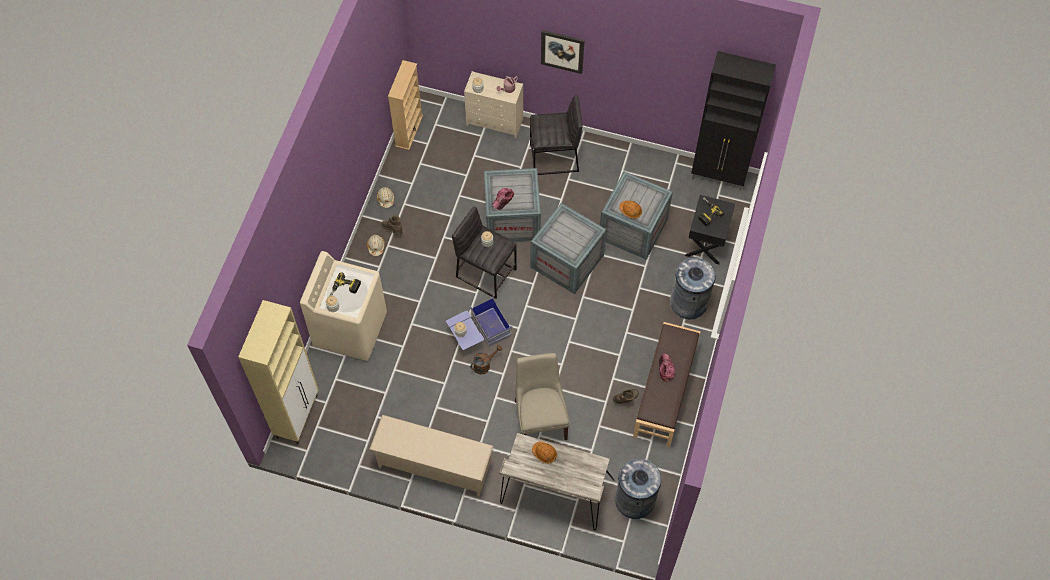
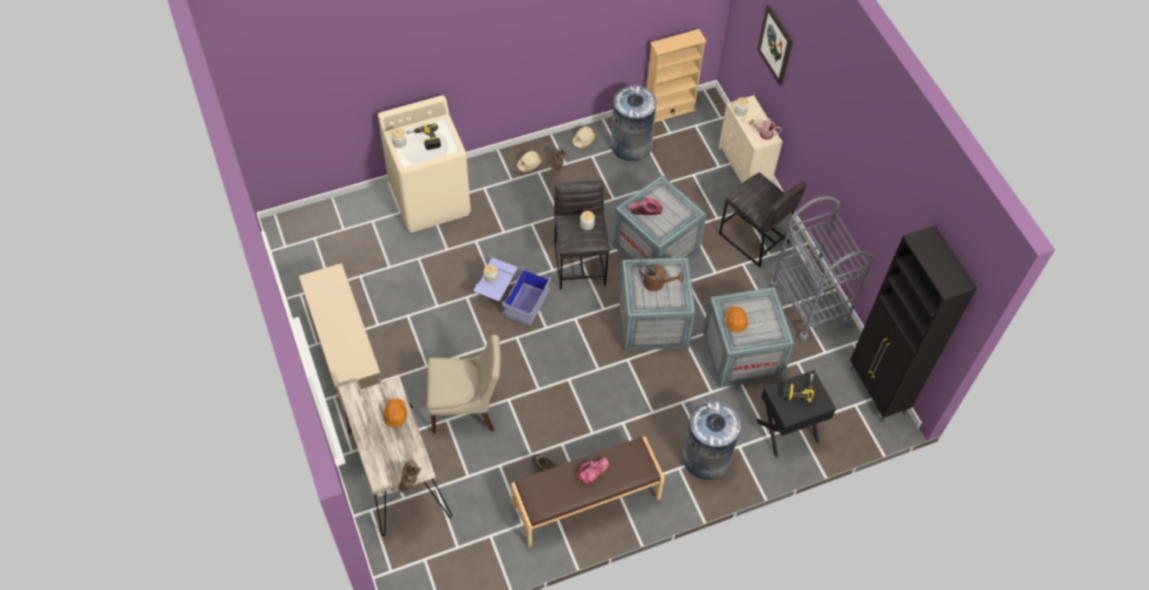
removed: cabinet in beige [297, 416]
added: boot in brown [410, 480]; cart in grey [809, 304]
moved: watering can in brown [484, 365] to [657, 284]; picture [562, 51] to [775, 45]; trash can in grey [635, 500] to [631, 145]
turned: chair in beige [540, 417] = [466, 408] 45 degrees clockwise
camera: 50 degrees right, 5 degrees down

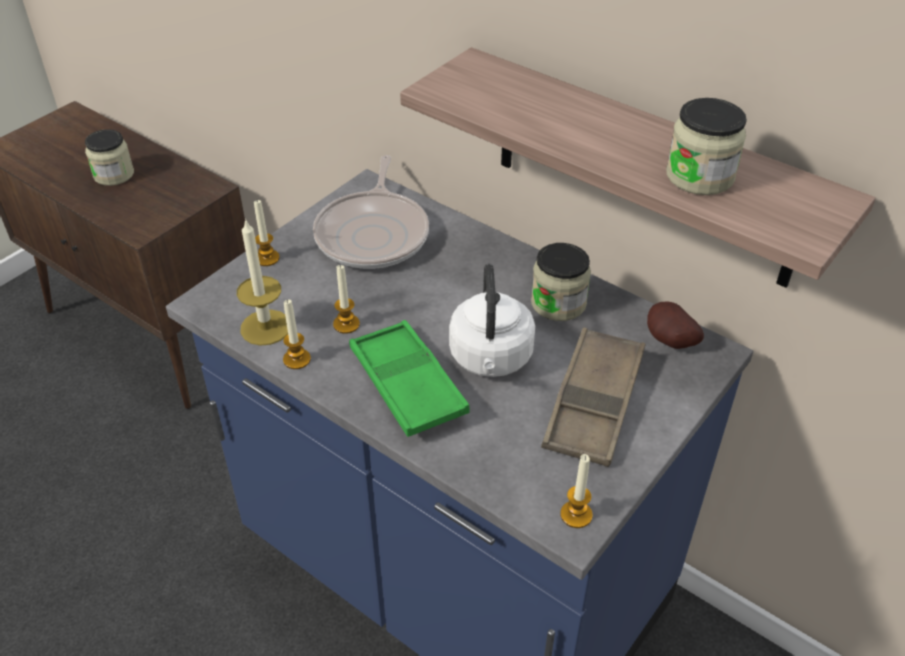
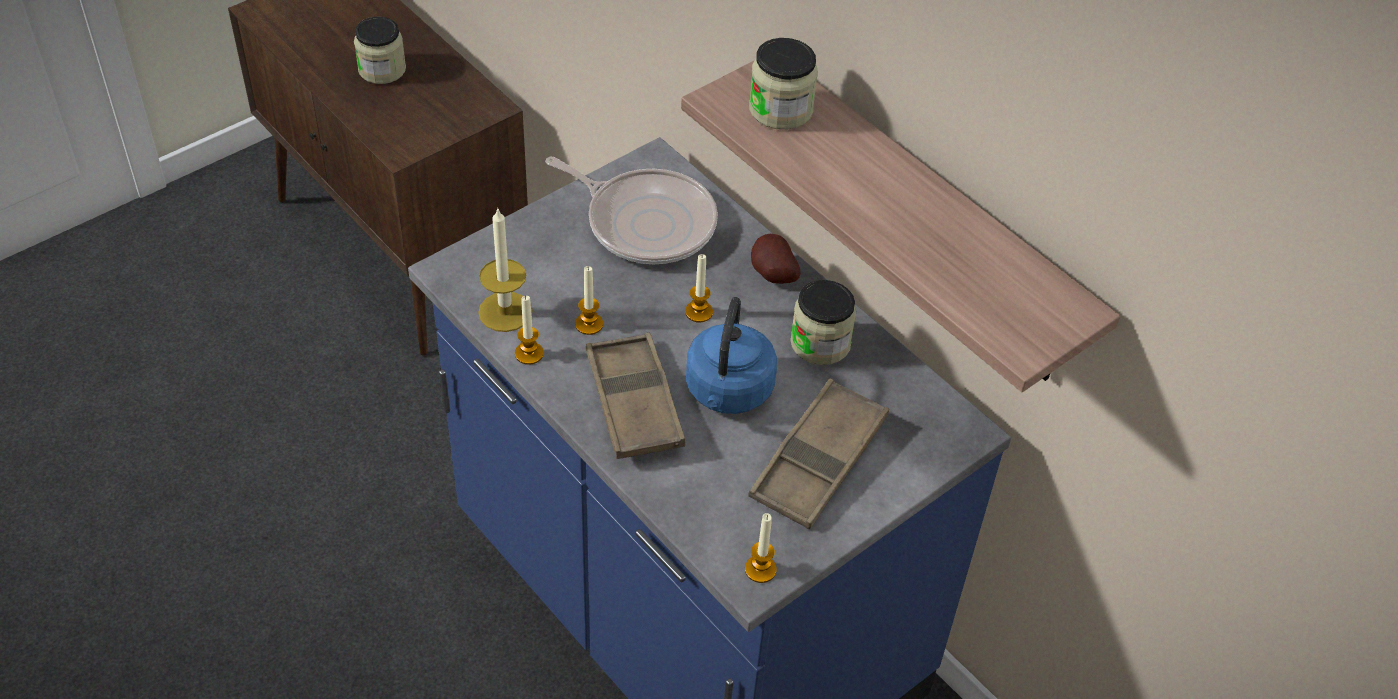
moved: candle [267, 258] to [699, 312]; potato [668, 341] to [771, 275]; jar [699, 176] to [780, 109]
recoloured: tray in green [407, 384] to tray in brown [633, 403]; kettle in white [491, 359] to kettle in blue [728, 392]
turned: frying pan [374, 234] = [646, 222] 75 degrees counterclockwise
camera: 10 degrees right, 5 degrees up

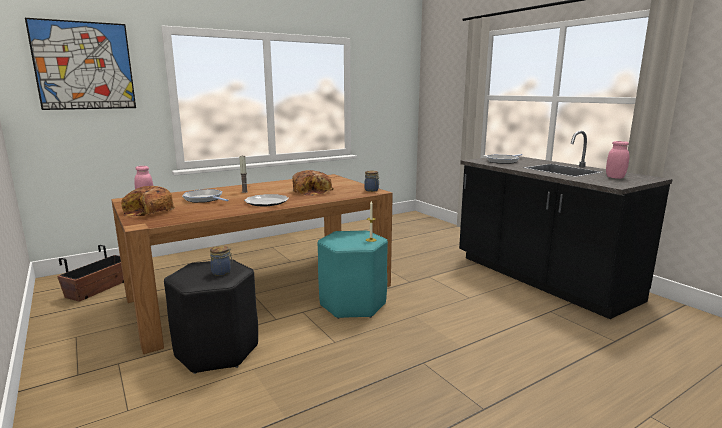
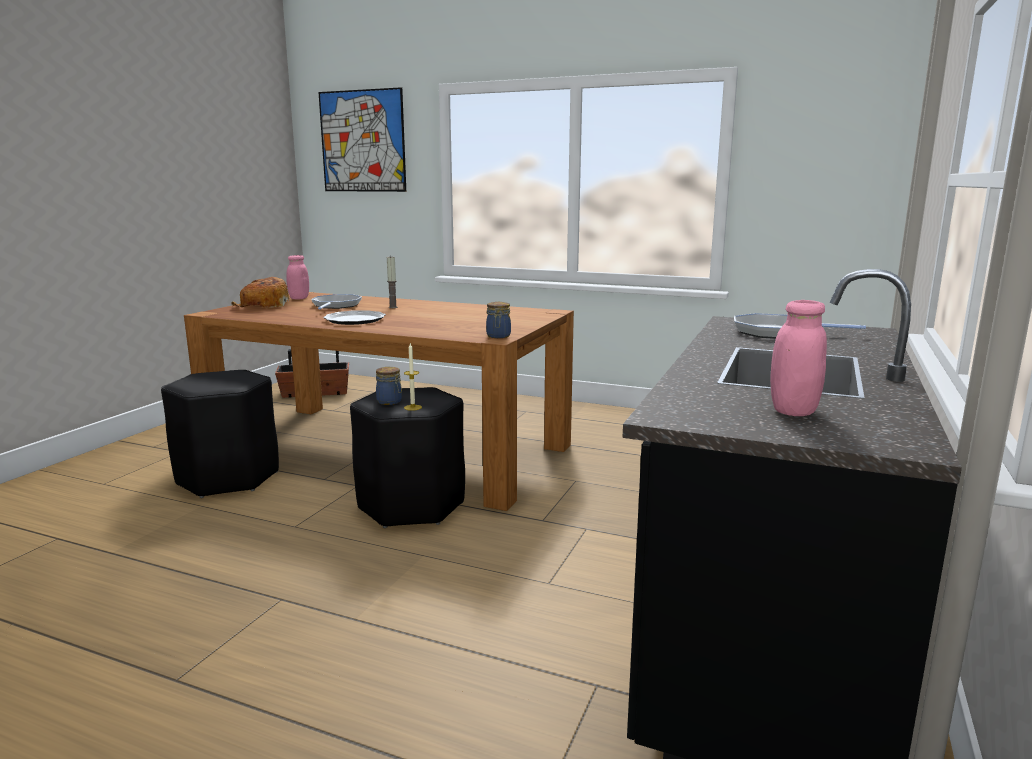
removed: bread [313, 191]
moved: jar [222, 272] to [390, 402]
recoloured: stool in turquoise [352, 304] to stool in black [411, 505]
camera: 55 degrees right, 0 degrees up

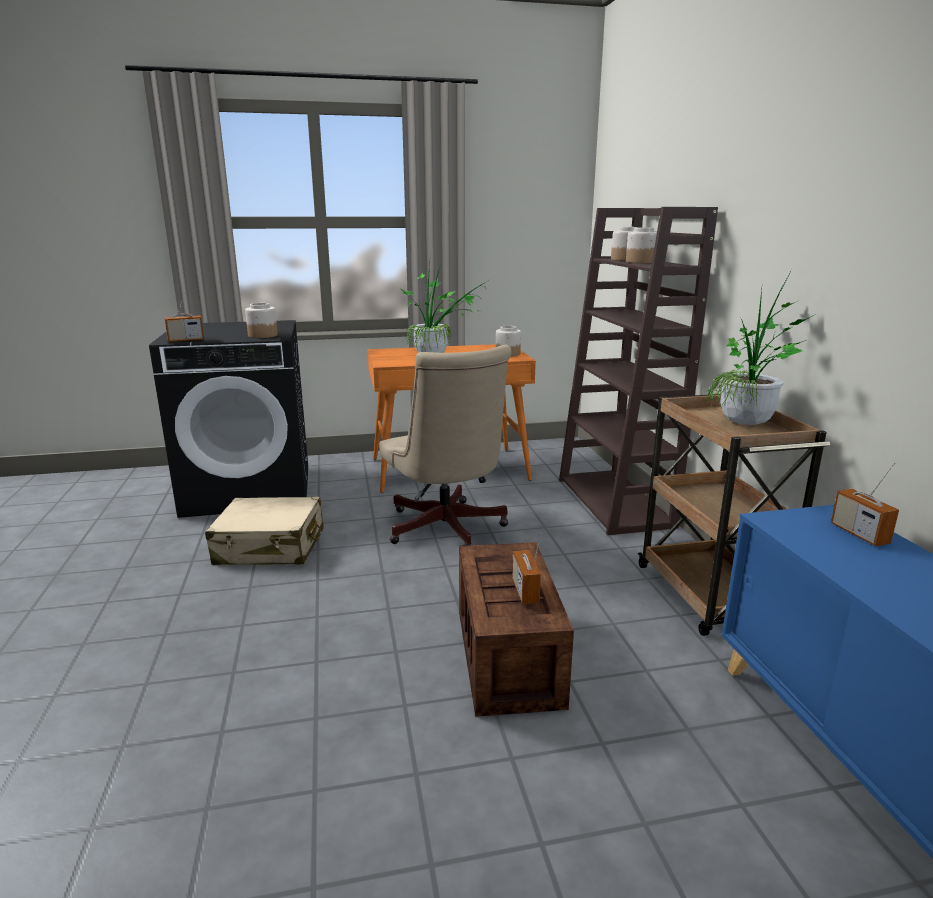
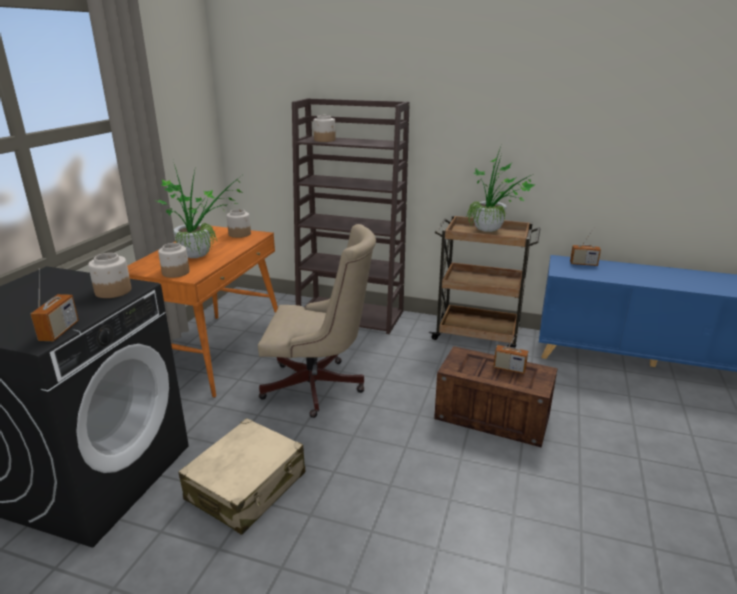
moved: jar [640, 262] to [175, 273]
camera: 60 degrees left, 5 degrees up

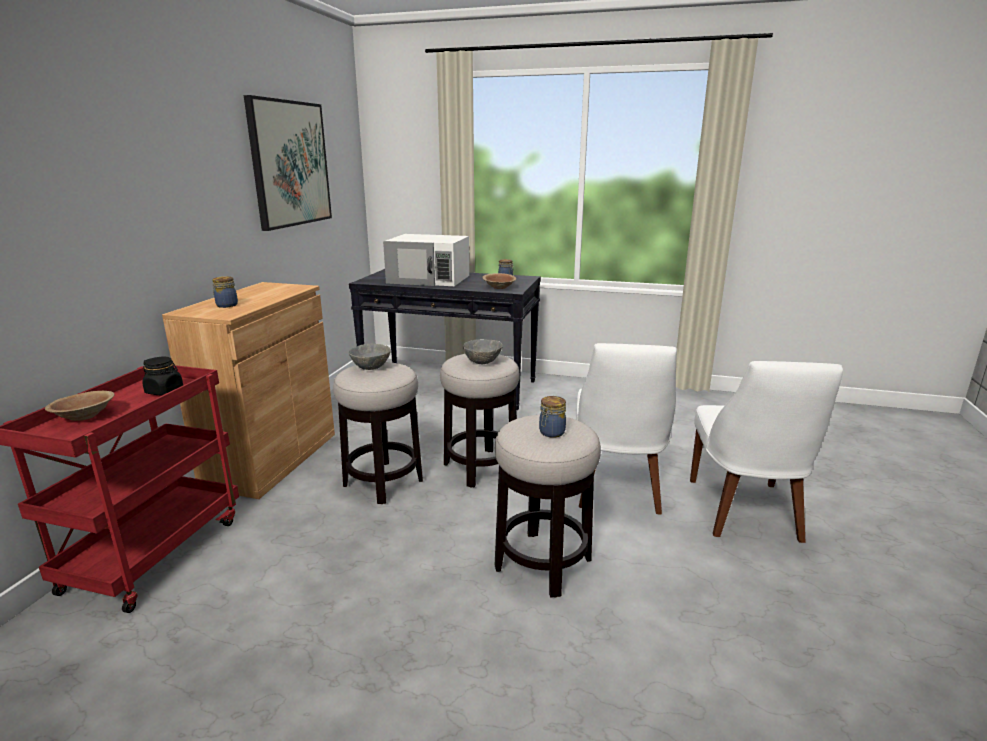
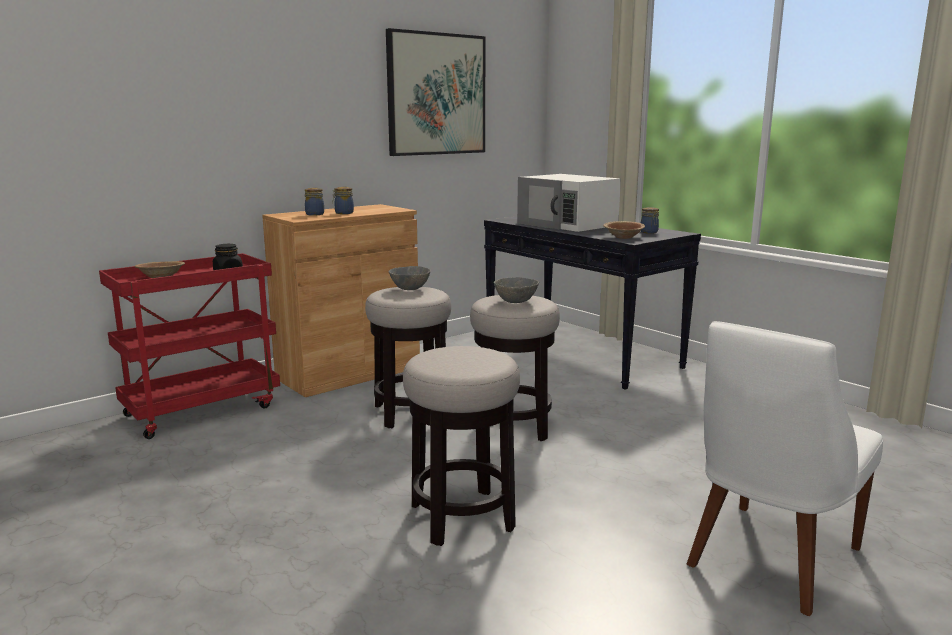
removed: chair in white [617, 488]
moved: jar [551, 433] to [343, 213]
camera: 35 degrees right, 5 degrees down

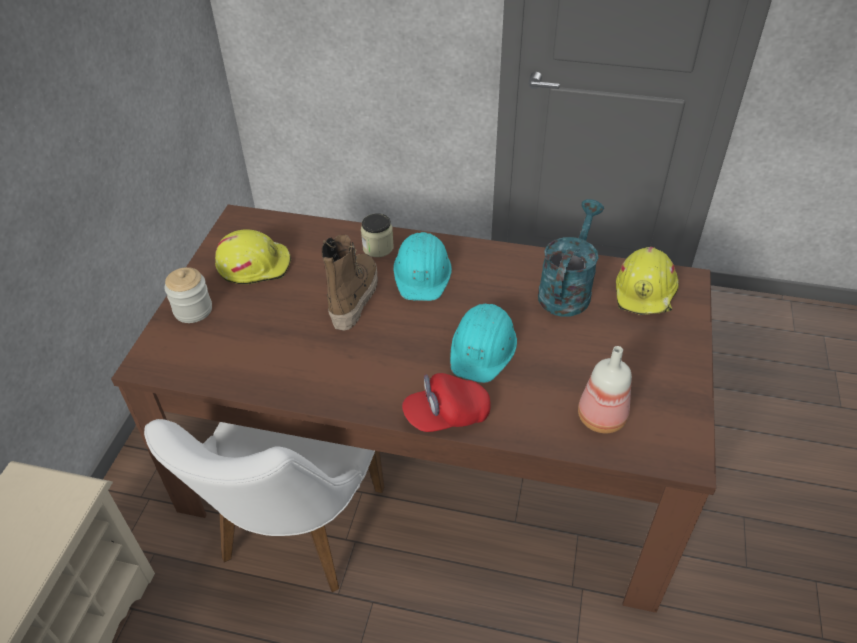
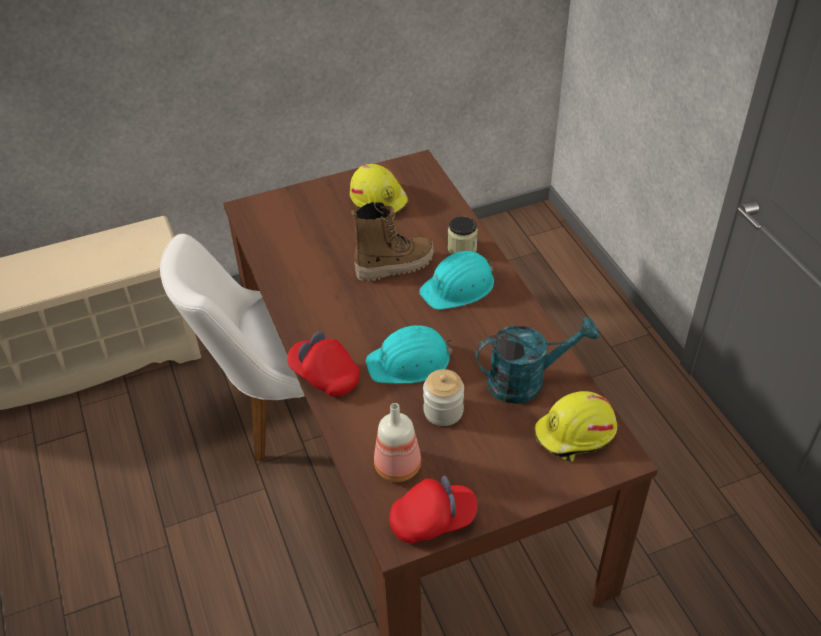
added: cap in red [433, 520]
moved: jar [193, 310] to [443, 411]
camera: 55 degrees right, 0 degrees up

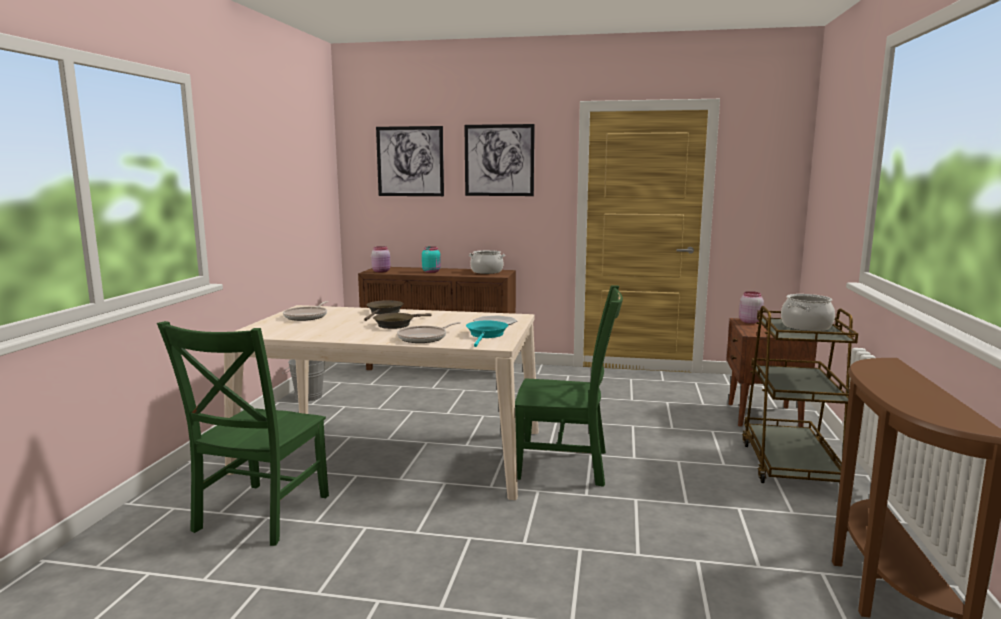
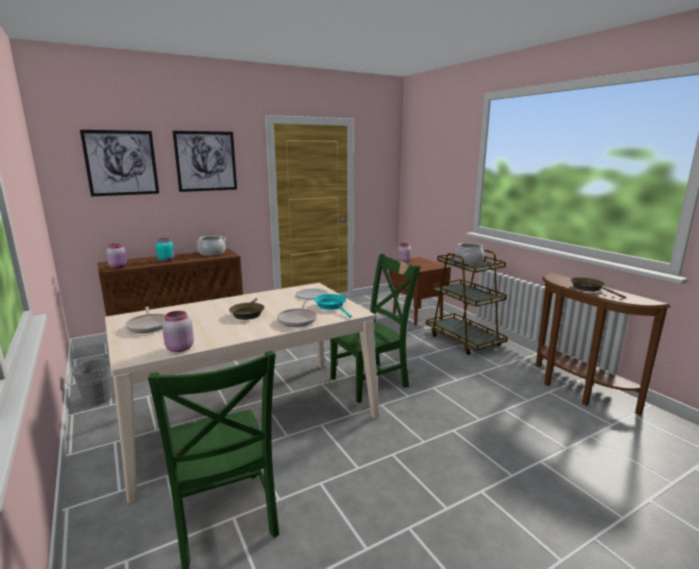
added: jar in pink [179, 348]
moved: frying pan in brown [384, 312] to [589, 289]
camera: 40 degrees left, 5 degrees up

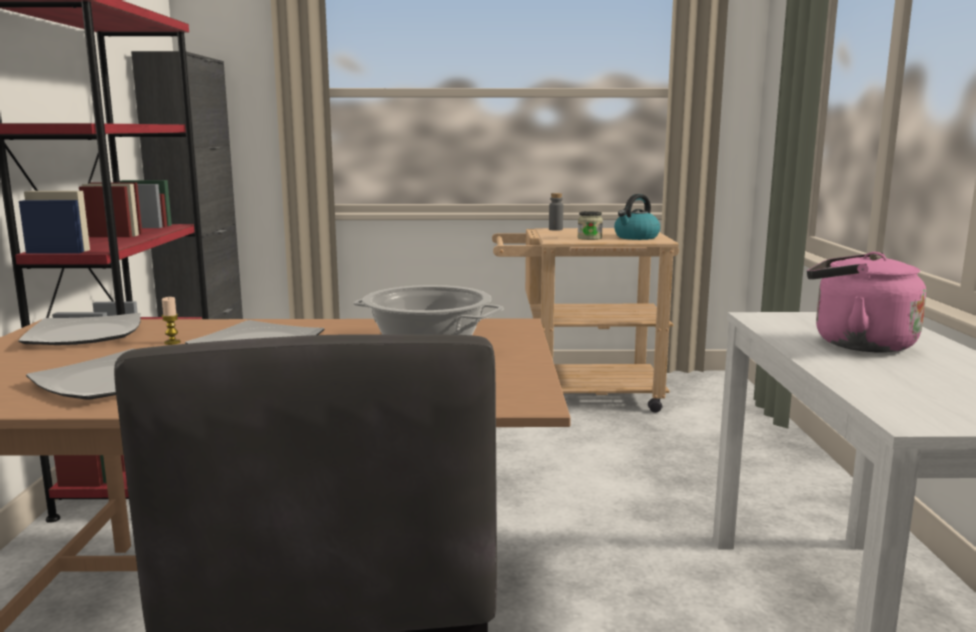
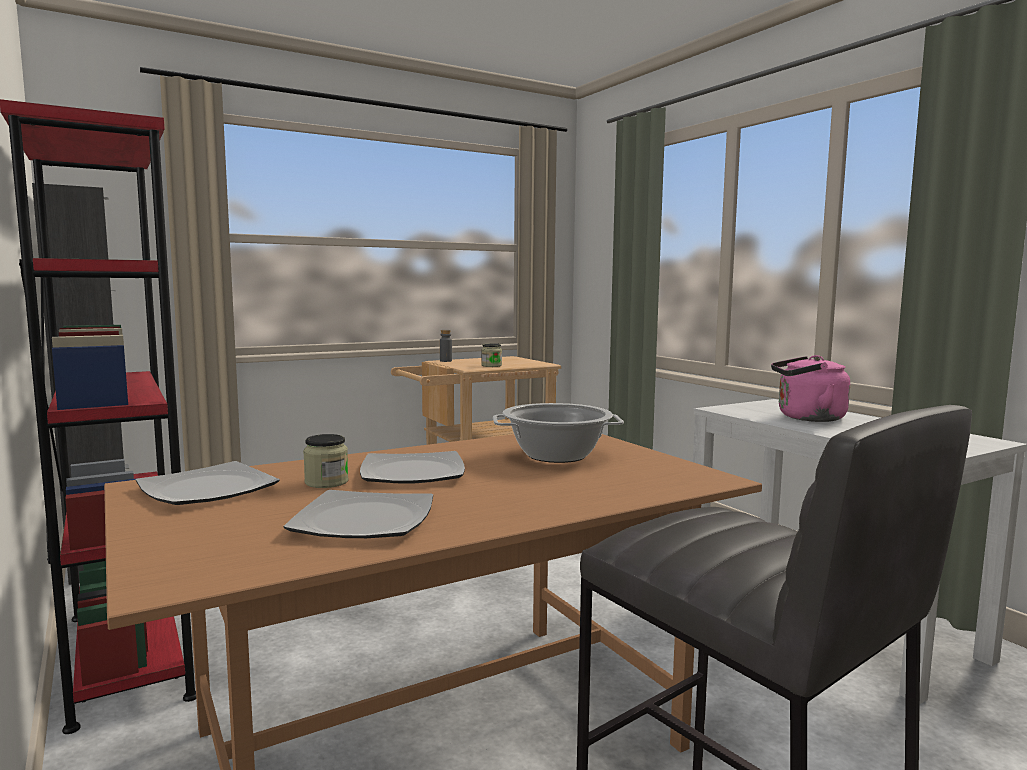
removed: kettle [636, 237]
replaced: candle [172, 342] to jar [326, 482]
camera: 30 degrees left, 5 degrees down

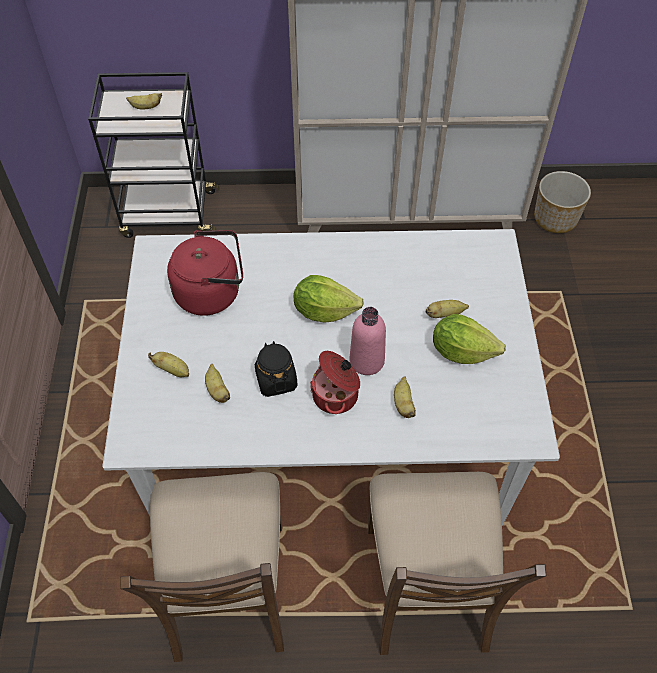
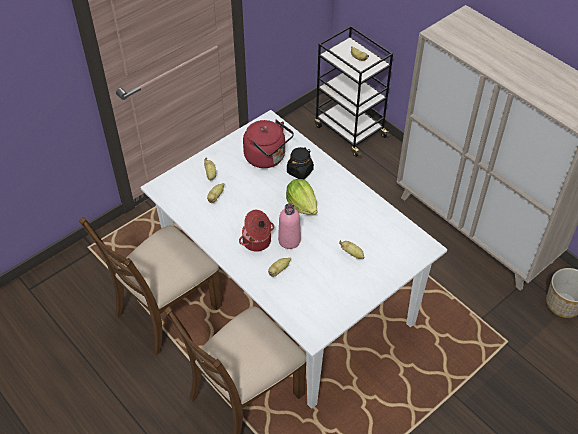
removed: lettuce [461, 351]
moved: jar in black [276, 380] to [300, 171]
camera: 50 degrees right, 5 degrees down

